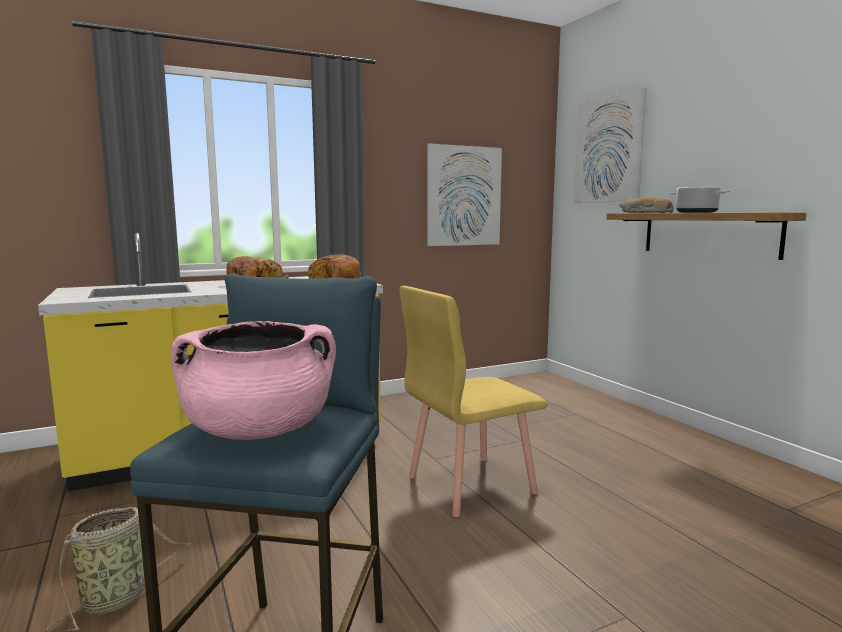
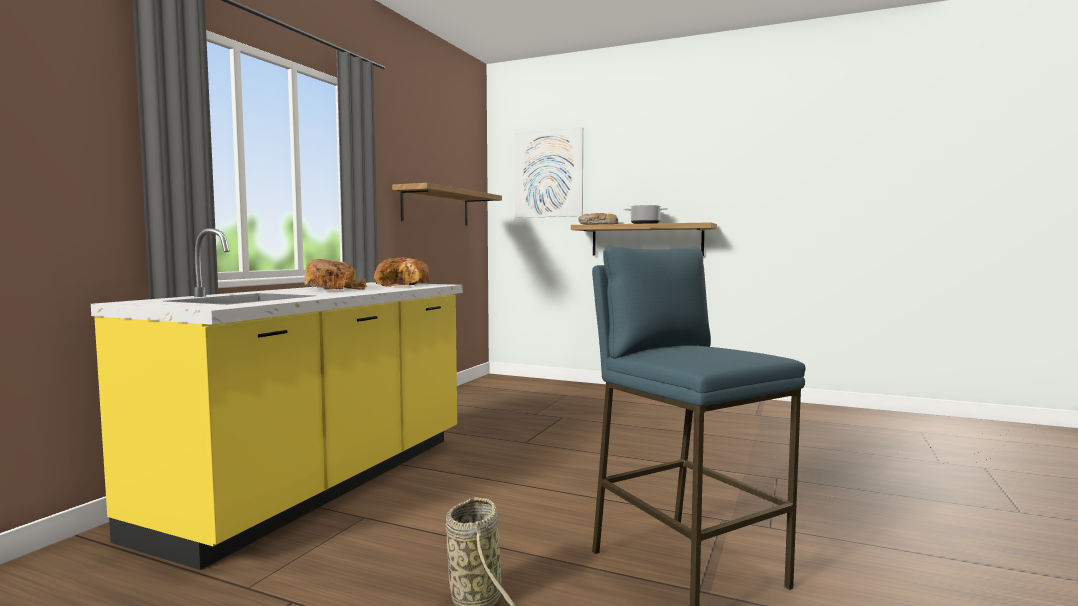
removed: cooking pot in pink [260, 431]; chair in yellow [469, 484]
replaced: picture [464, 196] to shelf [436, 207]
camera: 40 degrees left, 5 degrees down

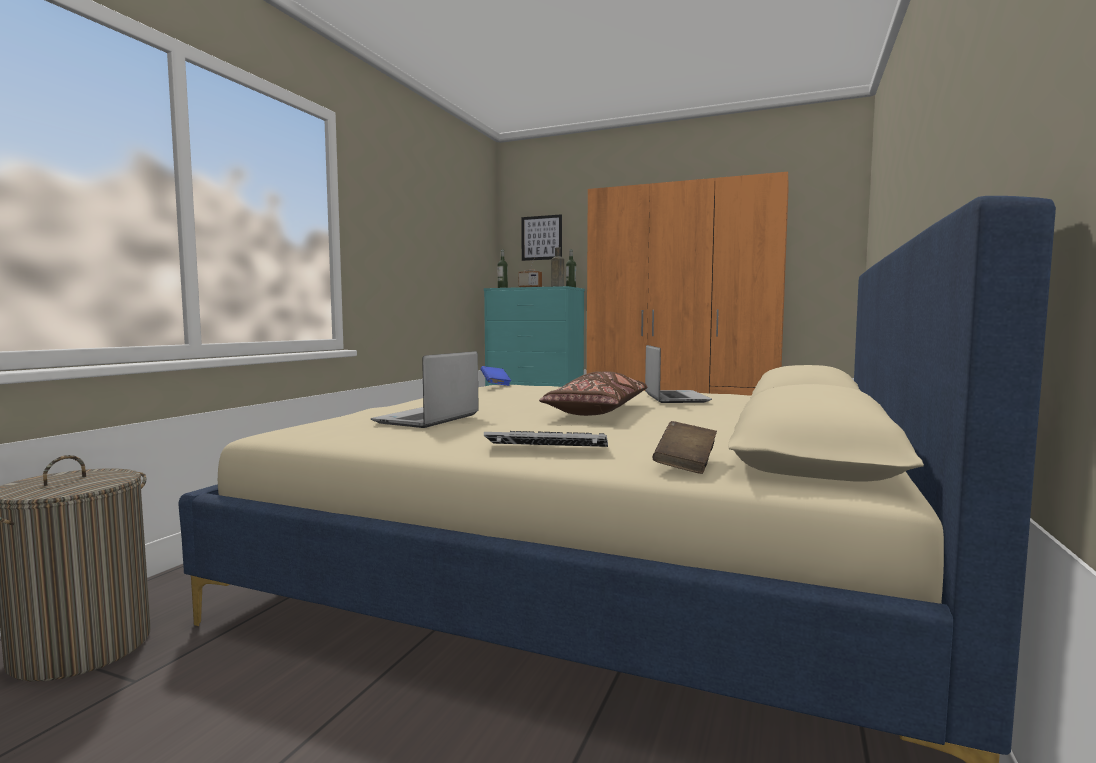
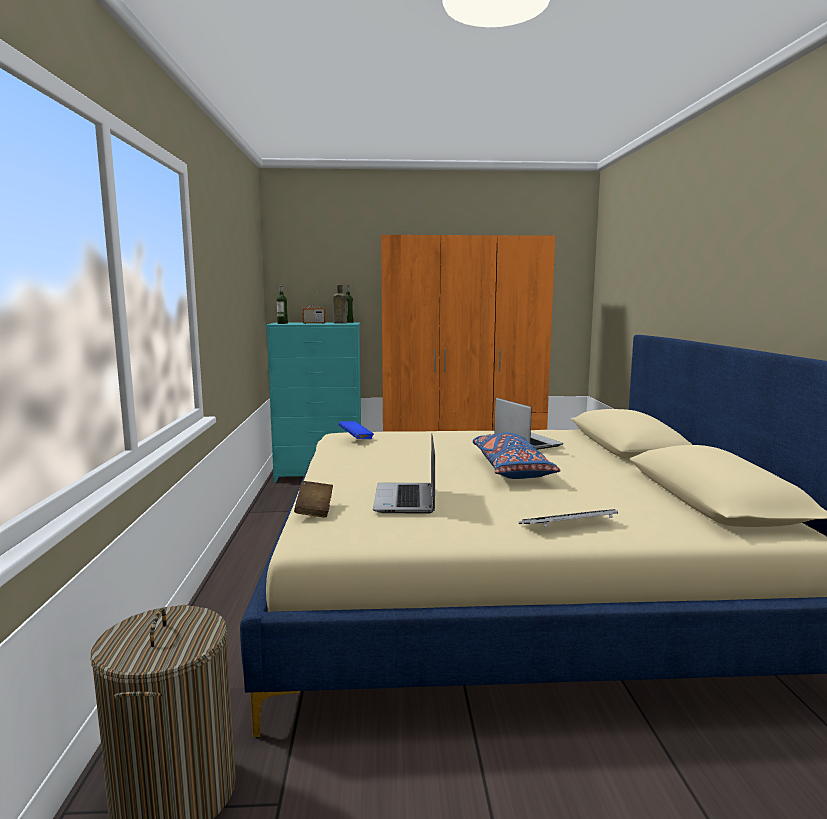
removed: picture [541, 238]
moved: book in brown [685, 465] to [314, 510]
recoloured: pillow in brown [599, 411] to pillow in blue [511, 469]
camera: 25 degrees left, 5 degrees up

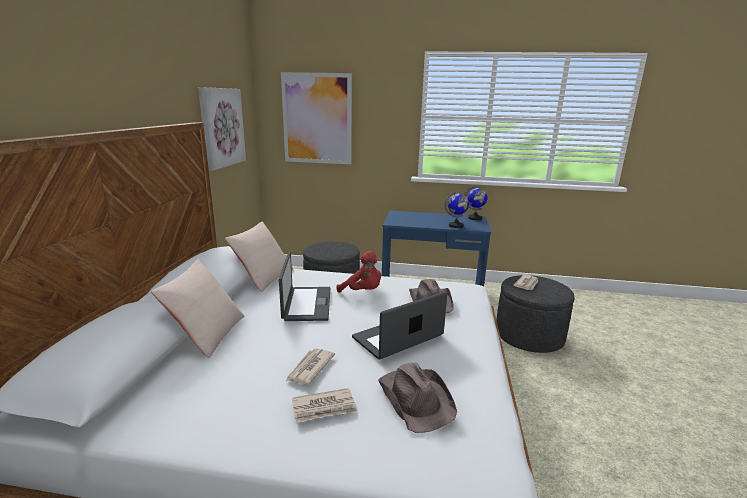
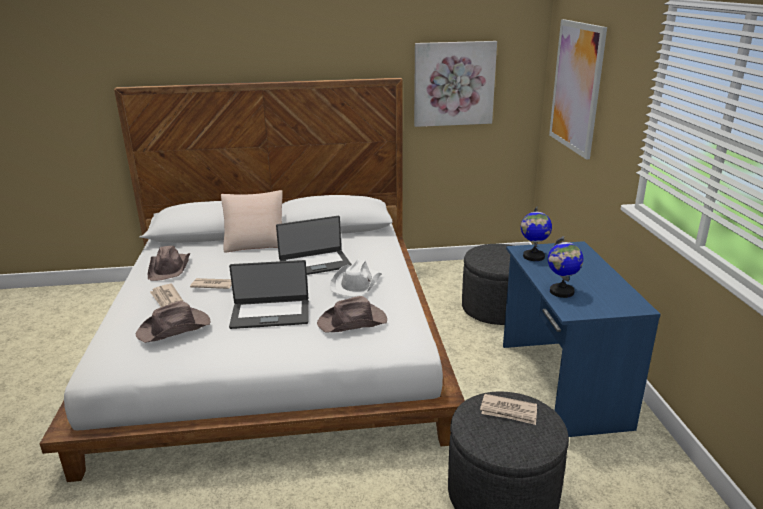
removed: pillow in beige [263, 277]
added: hat in brown [170, 268]
moved: globe [475, 218] to [533, 256]
replaced: plush toy in red [363, 292] to hat in white [356, 283]
turned: laptop [398, 337] = [270, 314] 135 degrees clockwise
camera: 75 degrees right, 5 degrees up

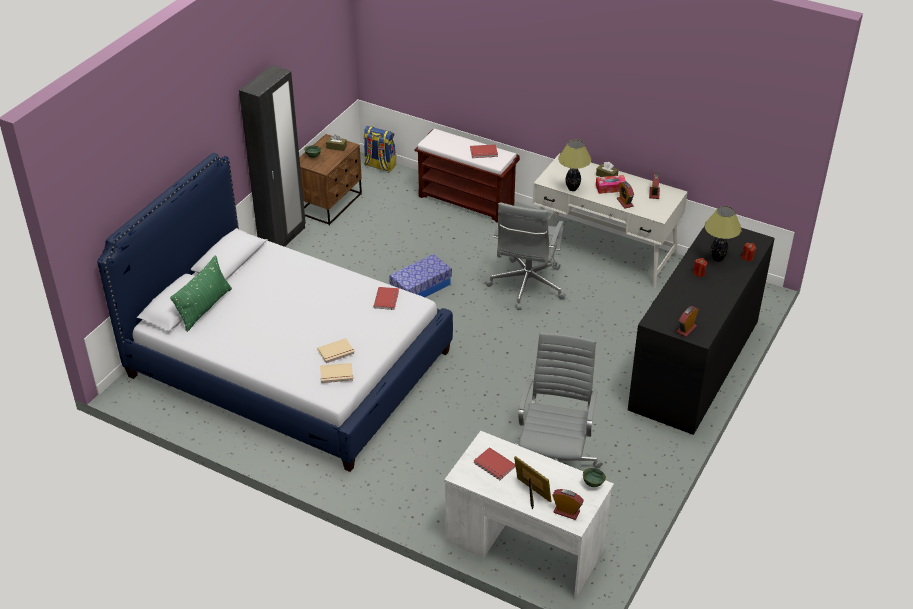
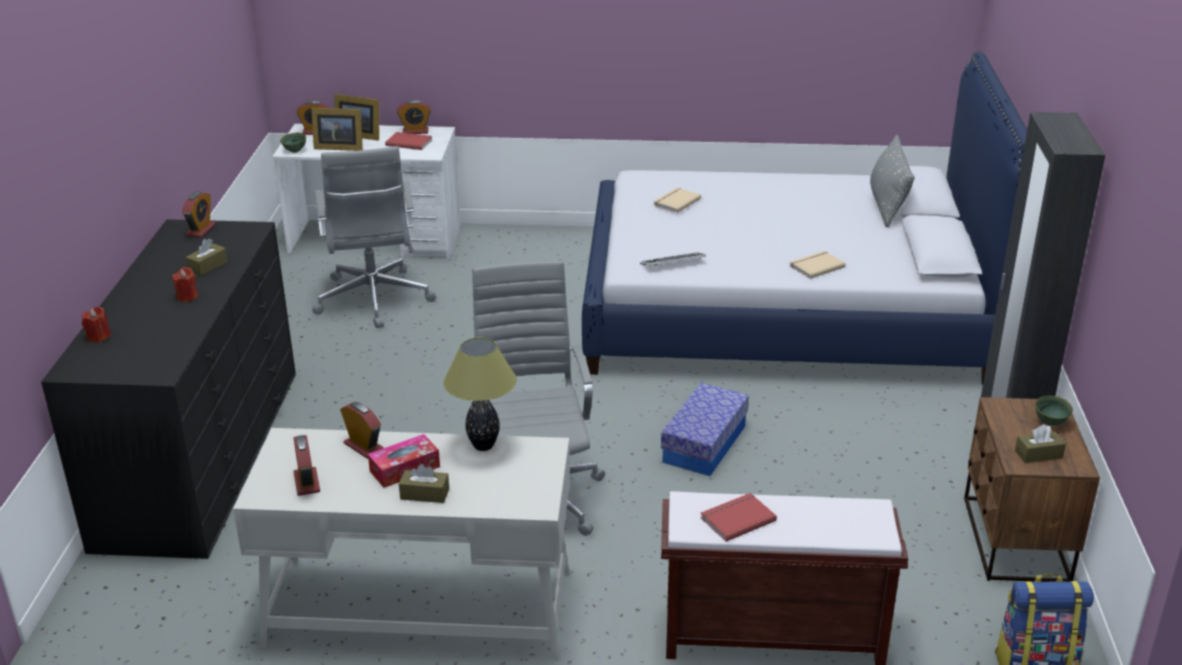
removed: table lamp [717, 259]
added: tissue box in brown [208, 266]; picture frame [338, 147]; alarm clock [415, 131]
moved: book in beige [336, 375] to [815, 266]
replaced: book in red [387, 299] to keyboard [673, 264]
recoloured: pillow in green [204, 308] to pillow in grey [887, 205]
camera: 155 degrees right, 10 degrees down

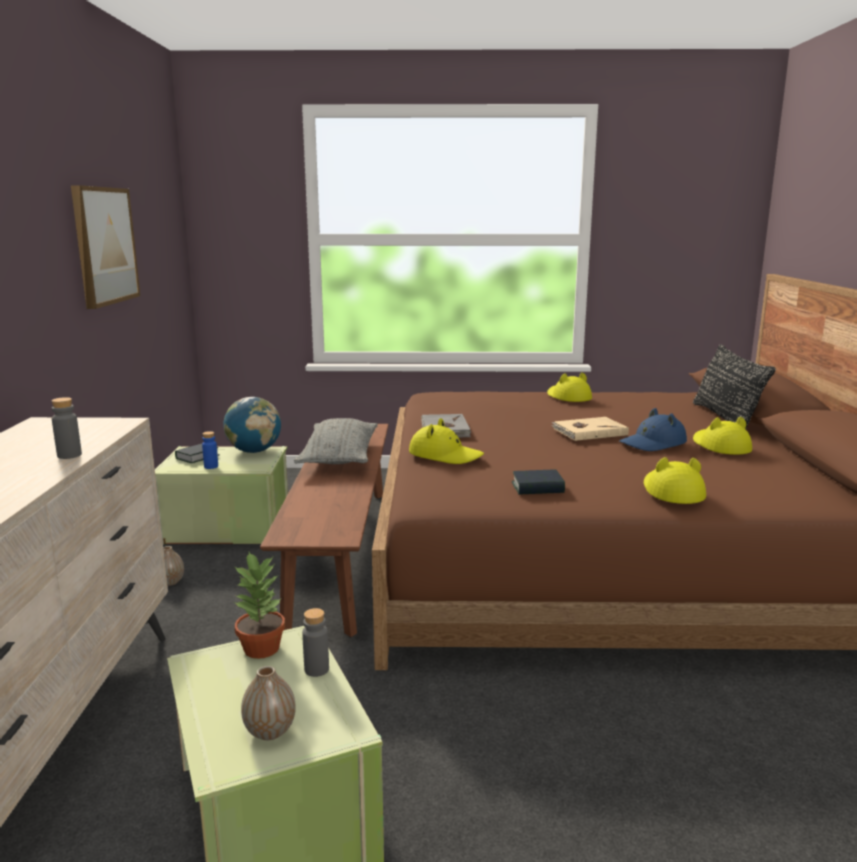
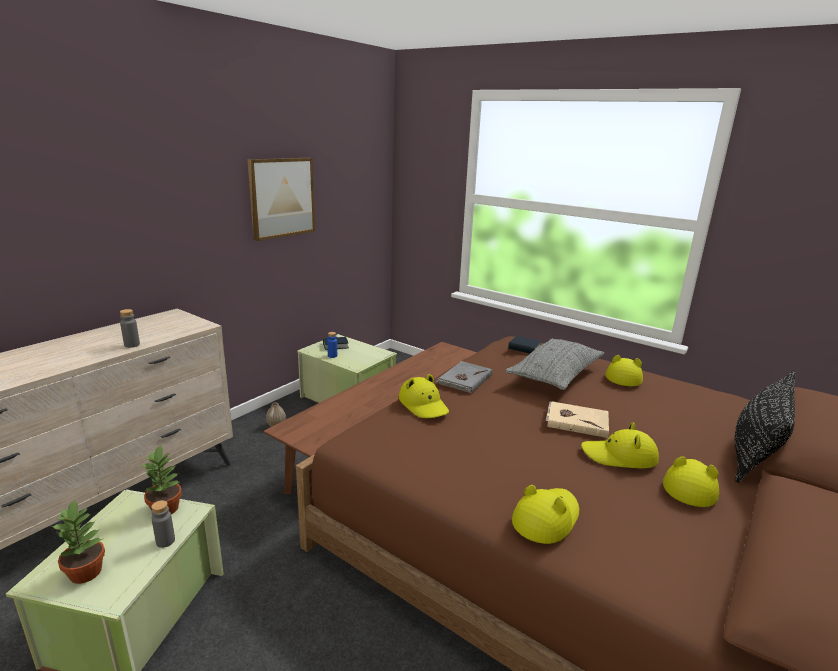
removed: globe [254, 451]
moved: pillow in grey [339, 457] to [555, 374]; book [537, 488] to [524, 348]
replaced: vase [270, 731] to potted plant [87, 572]
recoloured: hat in blue [653, 443] to hat in yellow [619, 456]
camera: 35 degrees right, 5 degrees up

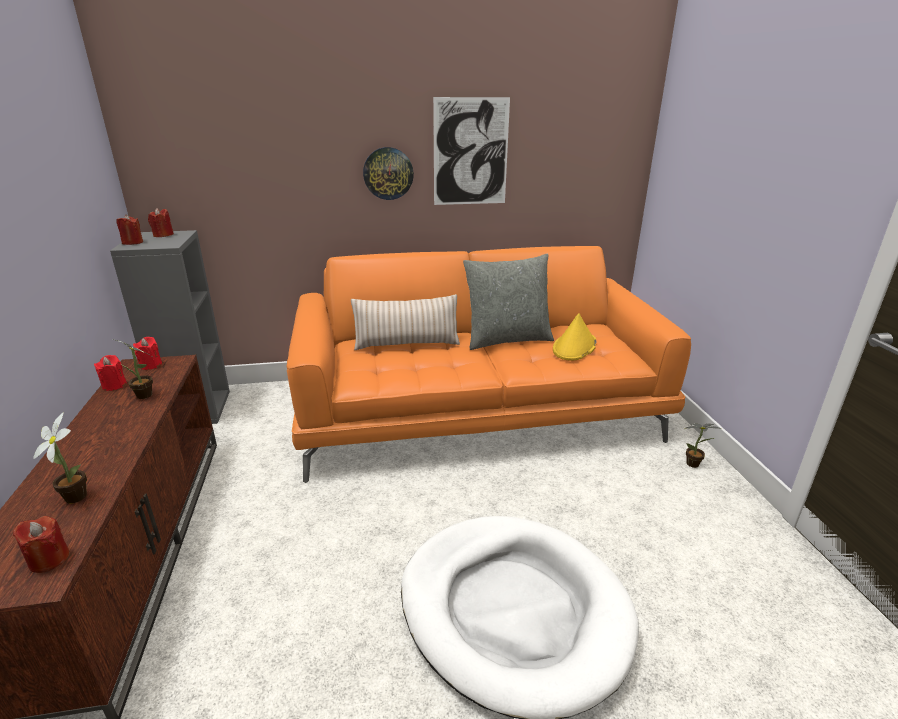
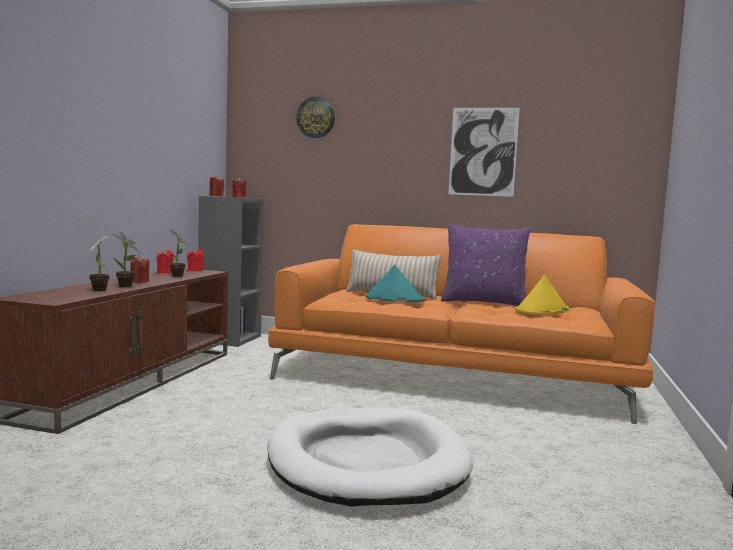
added: hat in turquoise [394, 299]
moved: candle in red [49, 559] to [139, 281]; wall clock [388, 173] to [316, 117]; potted plant [695, 464] to [126, 286]
recoloured: pillow in grey [507, 339] to pillow in purple [483, 302]
camera: 25 degrees right, 20 degrees down

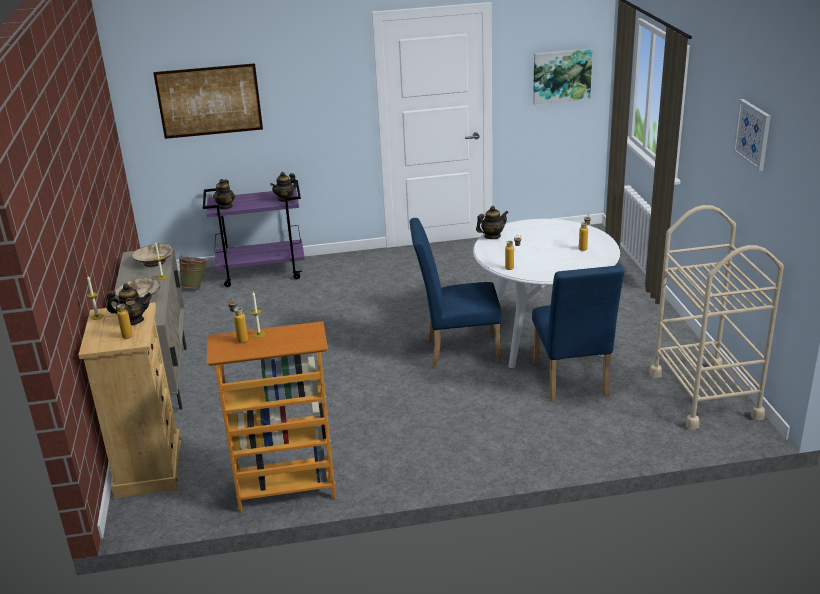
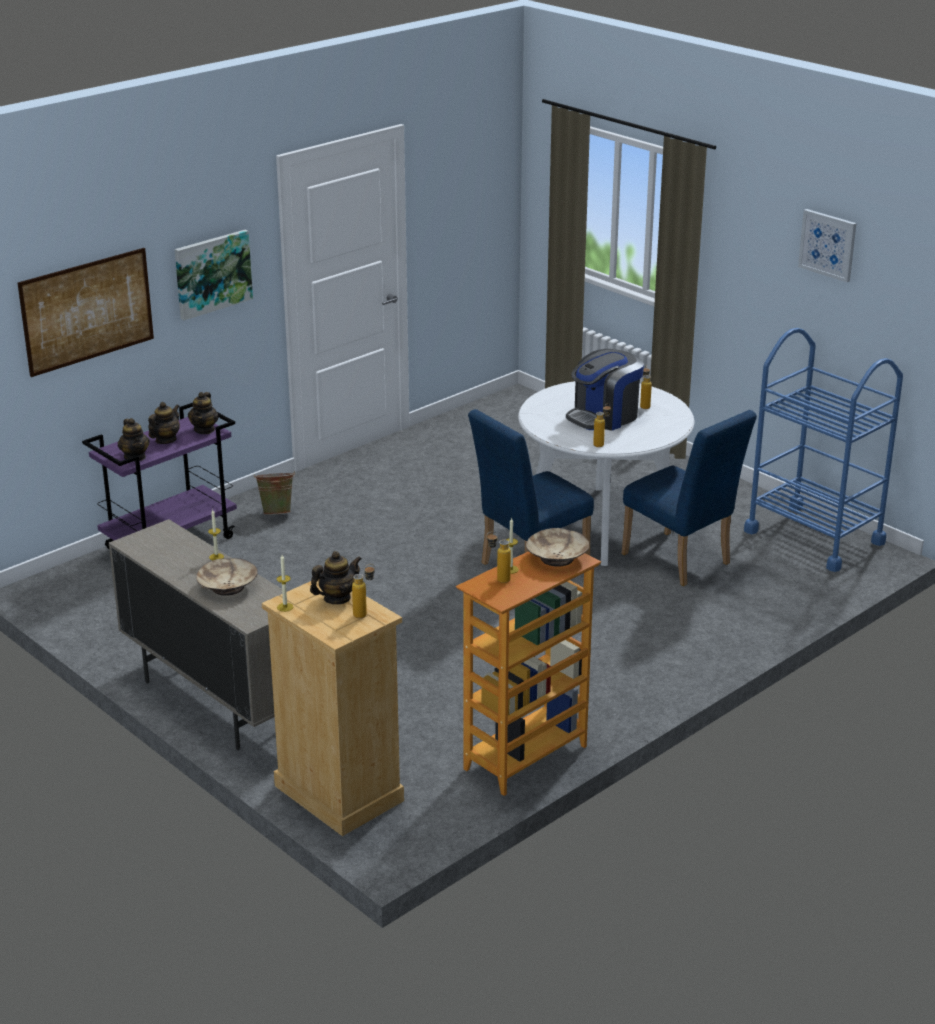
added: coffee machine [604, 417]
moved: bowl in beige [154, 261] to [557, 557]; bucket in green [195, 286] to [277, 512]; teapot [492, 236] to [165, 440]; picture [561, 75] to [212, 273]
recoloured: cart in beige [704, 395] to cart in blue [814, 537]
camera: 35 degrees left, 0 degrees up

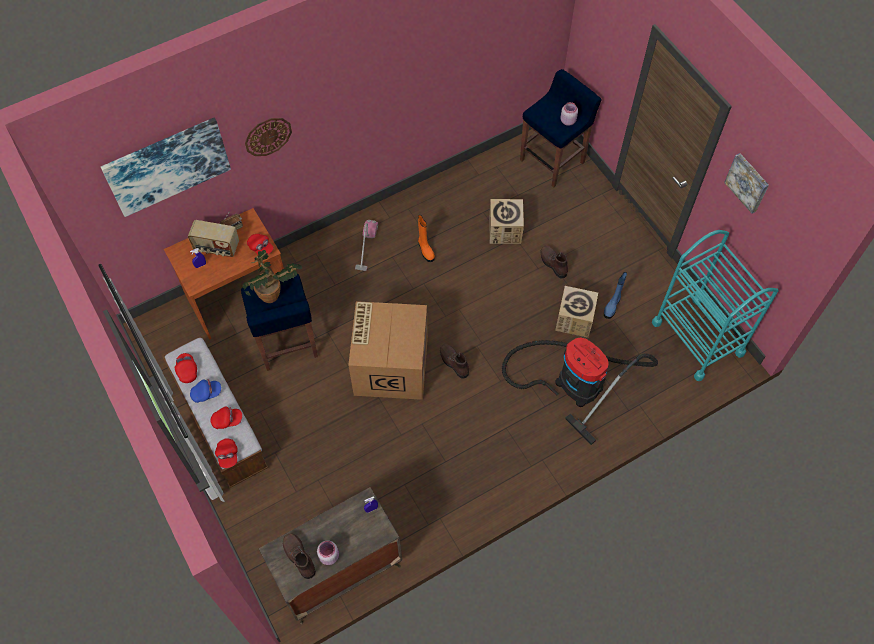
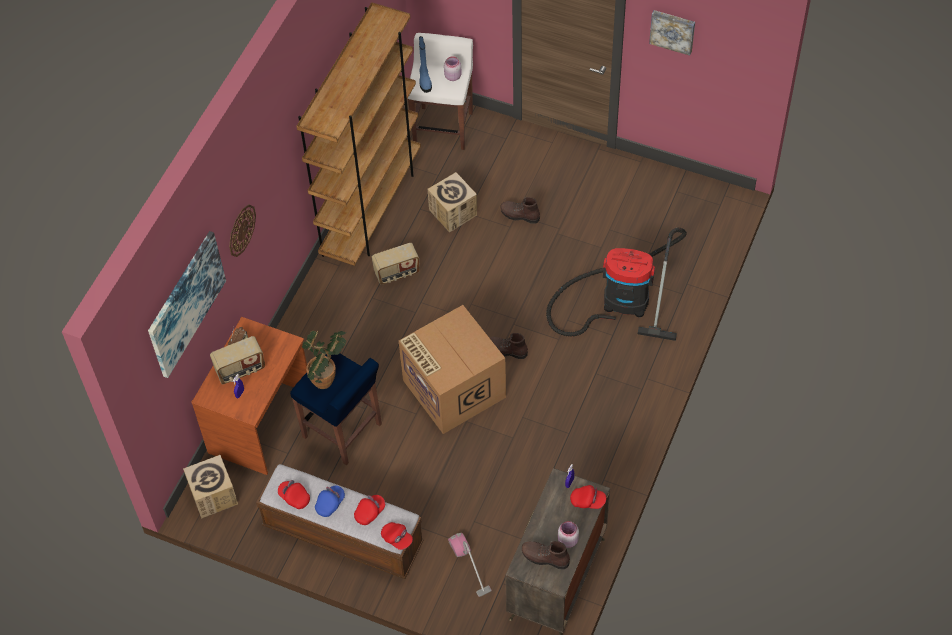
removed: cart in turquoise [697, 338]
added: bookcase in brown [371, 208]
moved: cap in red [261, 248] to [588, 501]; vacuum cleaner [366, 247] to [469, 566]; cardboard box [574, 319] to [213, 495]; boot in blue [612, 306] to [424, 80]
replaced: boot in orange [425, 250] to radio [397, 273]
recoloured: stool in blue [553, 160] to stool in white [443, 127]
camera: 35 degrees left, 5 degrees down

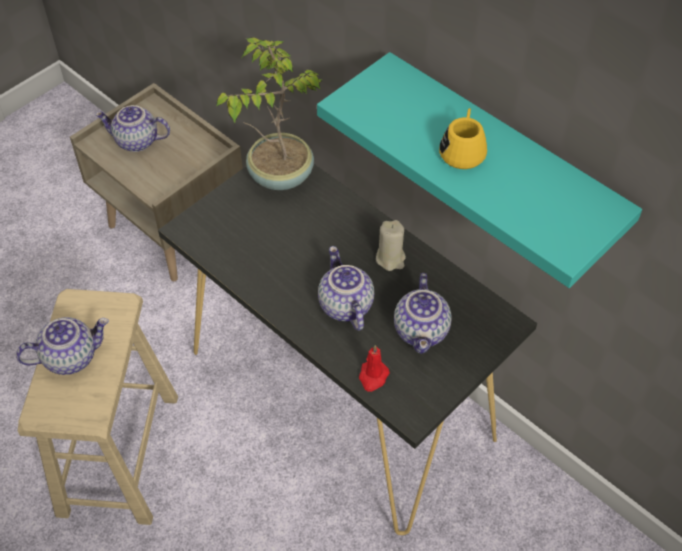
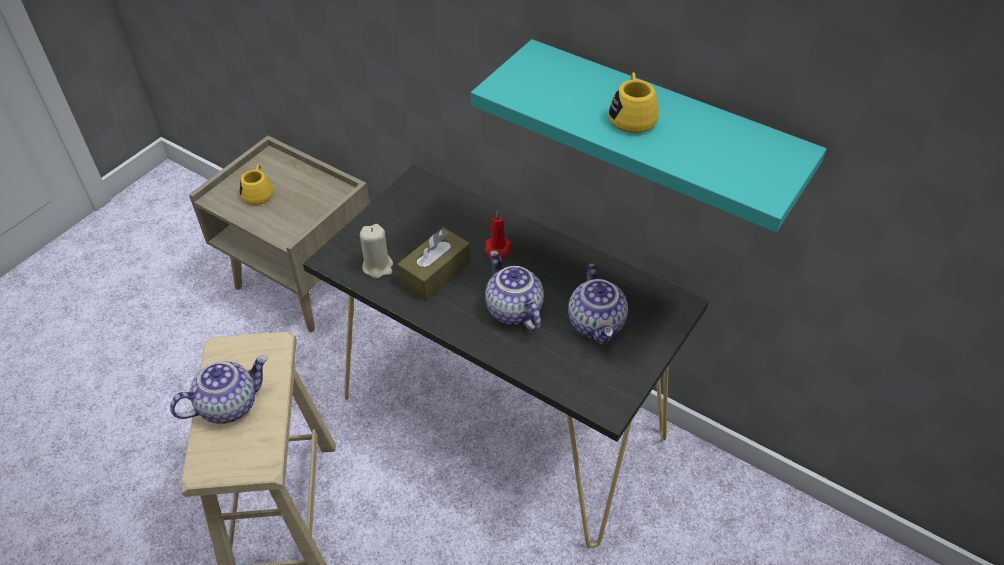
removed: potted plant [279, 175]
added: tissue box in brown [435, 273]
moved: candle in red [373, 377] to [497, 250]; candle in beige [390, 258] to [378, 266]
replaced: teapot [136, 142] to mug in yellow [258, 192]
camera: 10 degrees left, 5 degrees down

